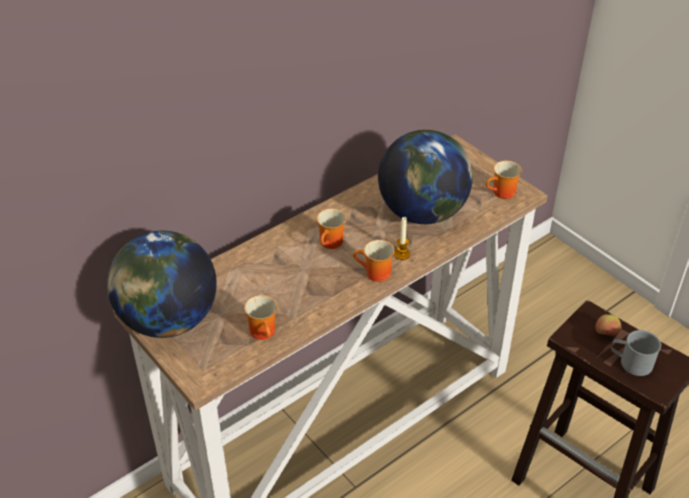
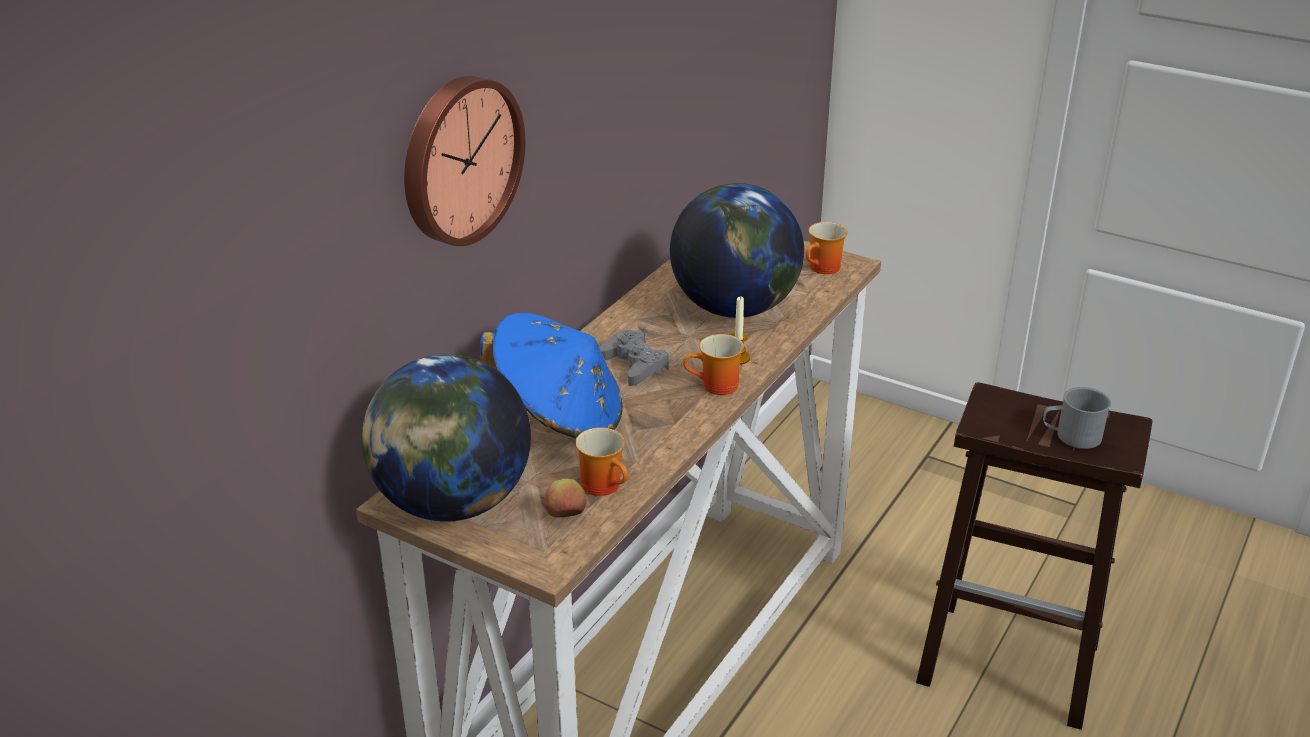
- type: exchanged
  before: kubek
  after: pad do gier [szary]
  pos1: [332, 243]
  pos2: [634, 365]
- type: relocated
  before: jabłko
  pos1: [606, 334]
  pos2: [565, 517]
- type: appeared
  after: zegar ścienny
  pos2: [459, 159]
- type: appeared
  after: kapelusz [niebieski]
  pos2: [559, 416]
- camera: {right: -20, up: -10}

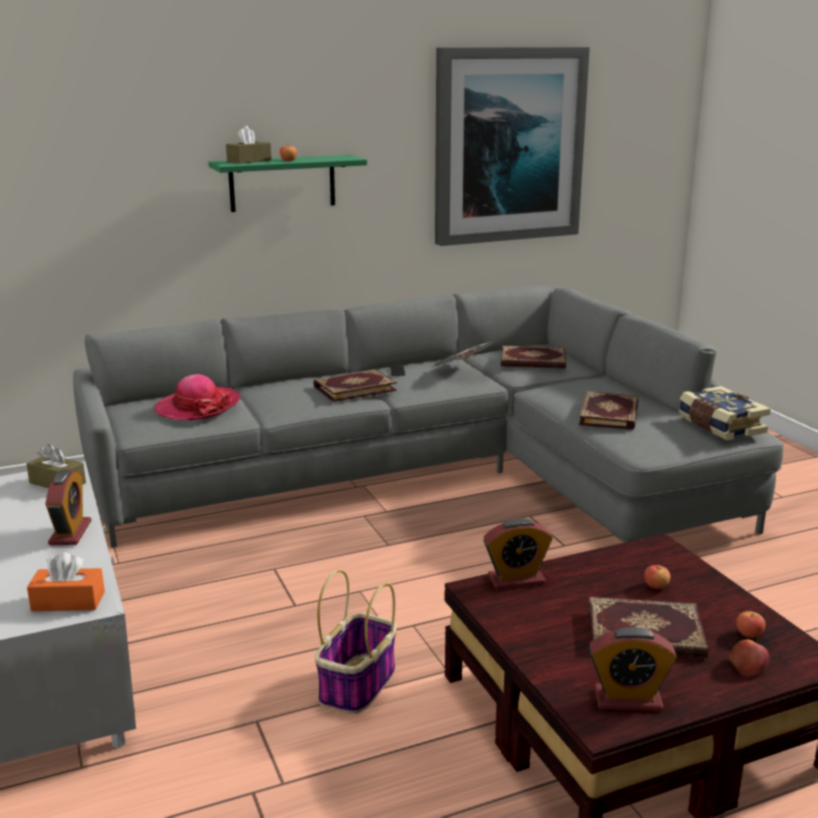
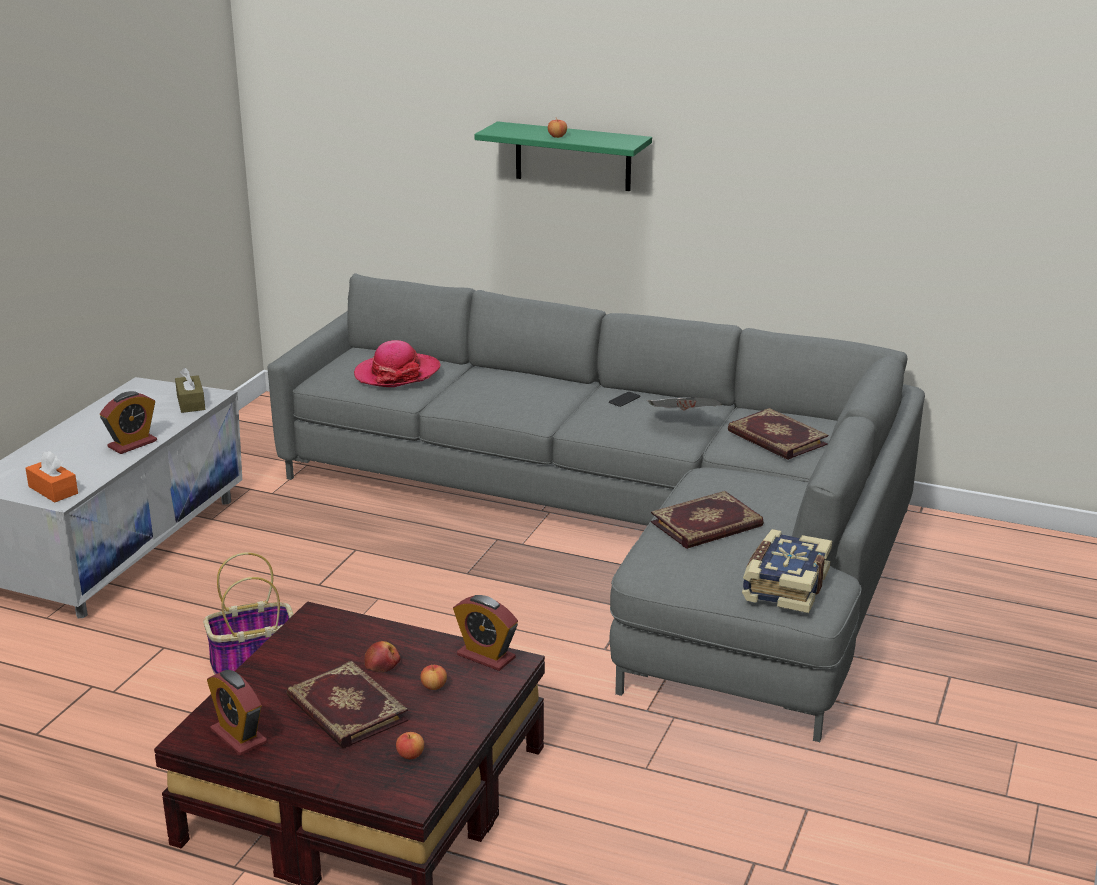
- type: missing
  before: obraz
  pos1: [508, 145]
- type: missing
  before: pudełko chusteczek [brązowy]
  pos1: [249, 161]
- type: missing
  before: książka
  pos1: [354, 388]
- type: relocated
  before: budzik
  pos1: [516, 579]
  pos2: [486, 656]
- type: relocated
  before: jabłko
  pos1: [747, 665]
  pos2: [382, 664]
- camera: {right: 45, up: 5}

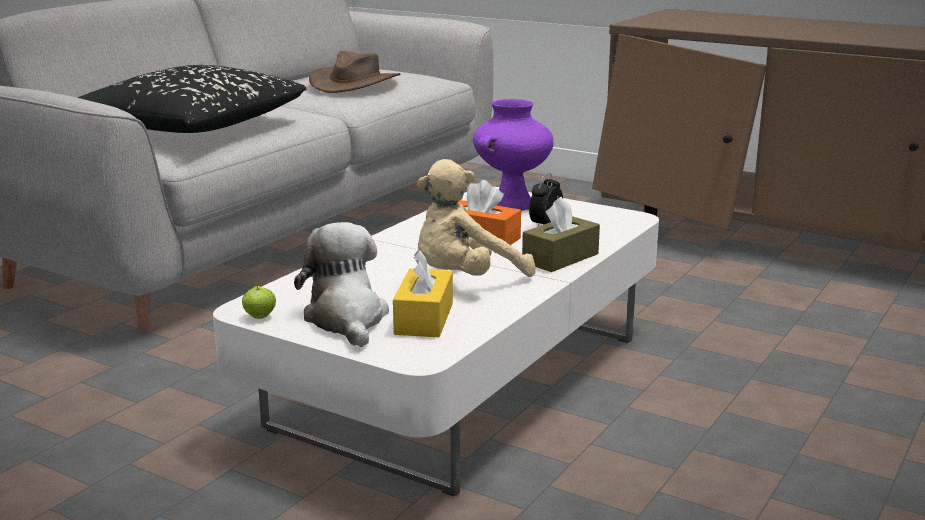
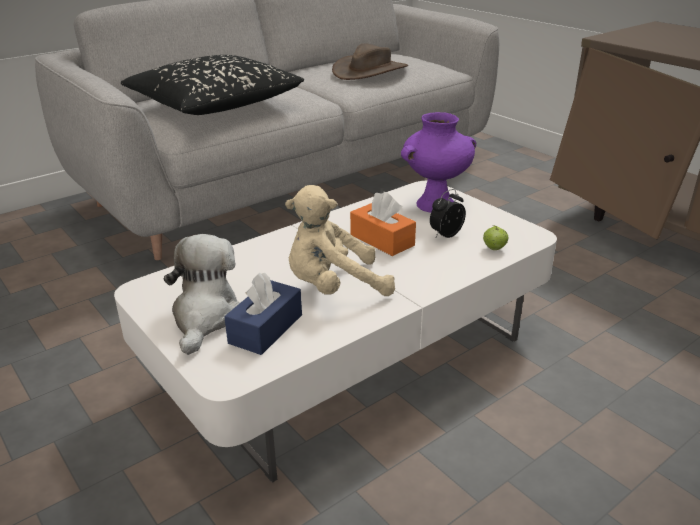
- type: missing
  before: pudełko chusteczek [brązowy]
  pos1: [560, 258]
- type: colour
  before: pudełko chusteczek [żółty]
  after: pudełko chusteczek [niebieski]
  pos1: [424, 319]
  pos2: [266, 329]
- type: relocated
  before: jabłko
  pos1: [260, 317]
  pos2: [494, 248]
- camera: {right: 20, up: 10}

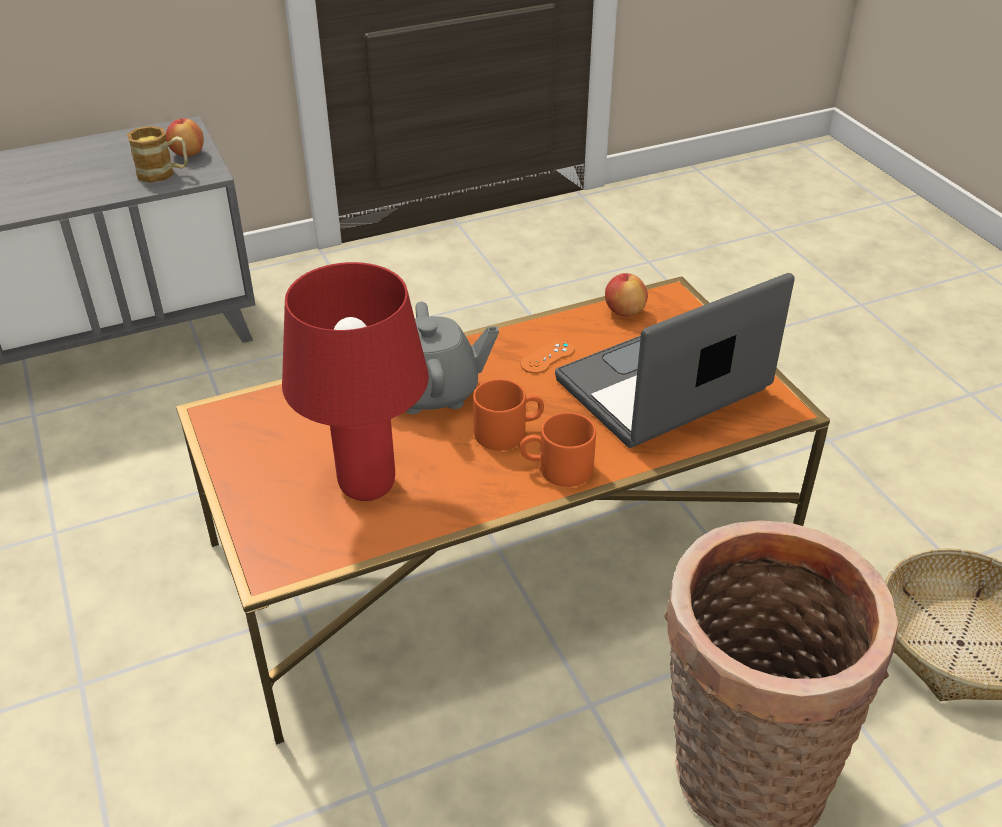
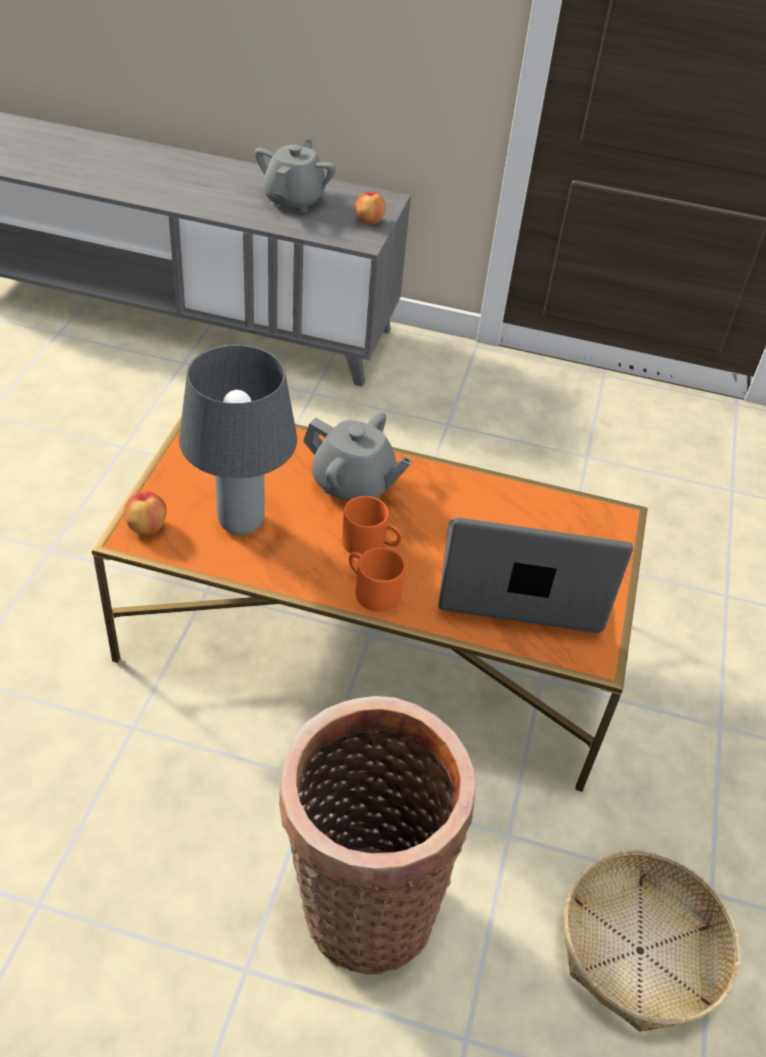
- type: missing
  before: kubek
  pos1: [163, 173]
- type: colour
  before: lampa stołowa [czerwony]
  after: lampa stołowa [szary]
  pos1: [367, 487]
  pos2: [240, 523]
- type: relocated
  before: jabłko
  pos1: [624, 311]
  pos2: [147, 527]
- type: missing
  before: pad do gier [pomarańczowy]
  pos1: [547, 357]
- type: appeared
  after: imbryk [szary]
  pos2: [294, 200]
- camera: {right: 35, up: 5}

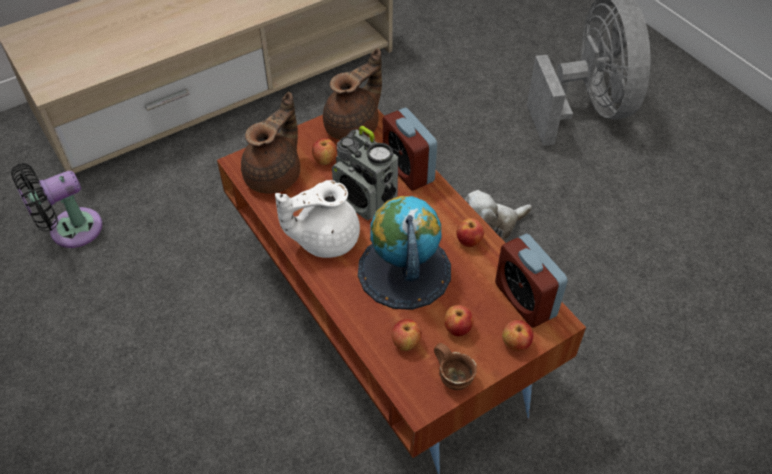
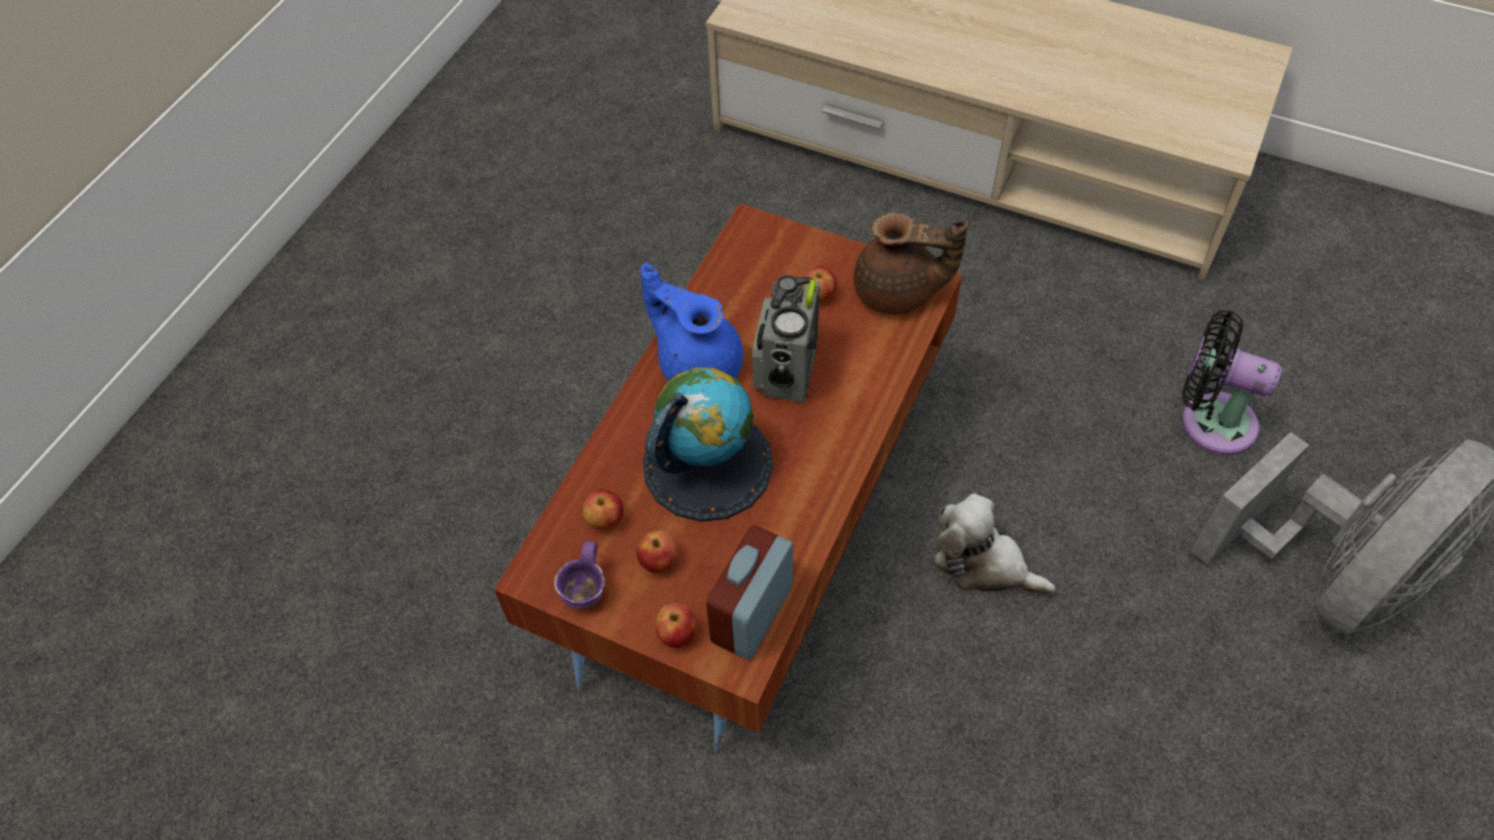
- type: missing
  before: imbryk [brązowy]
  pos1: [275, 175]
- type: missing
  before: budzik
  pos1: [408, 169]
- type: relocated
  before: wentylator [czarny]
  pos1: [70, 230]
  pos2: [1210, 420]
- type: colour
  before: imbryk [biały]
  after: imbryk [niebieski]
  pos1: [324, 239]
  pos2: [698, 364]
- type: missing
  before: jabłko
  pos1: [469, 241]
- type: colour
  before: kubek [brązowy]
  after: kubek [fioletowy]
  pos1: [454, 377]
  pos2: [588, 592]
- camera: {right: 60, up: 5}

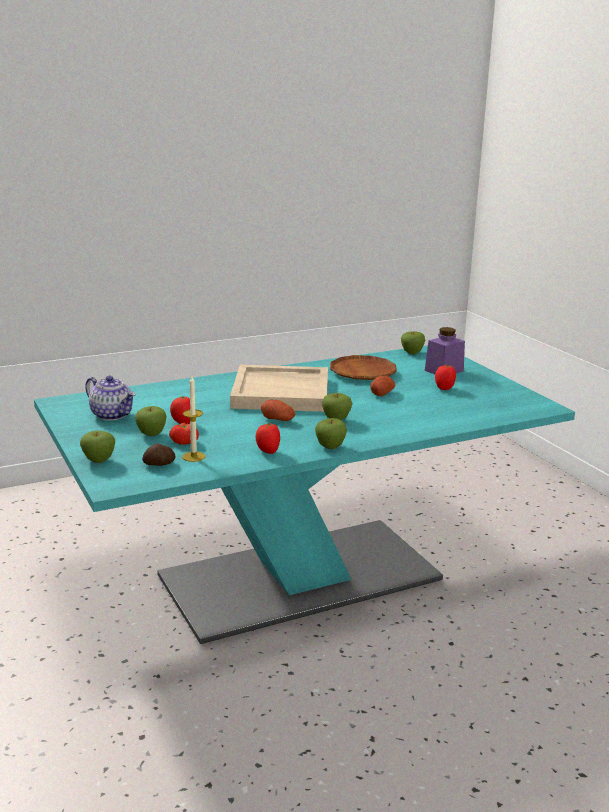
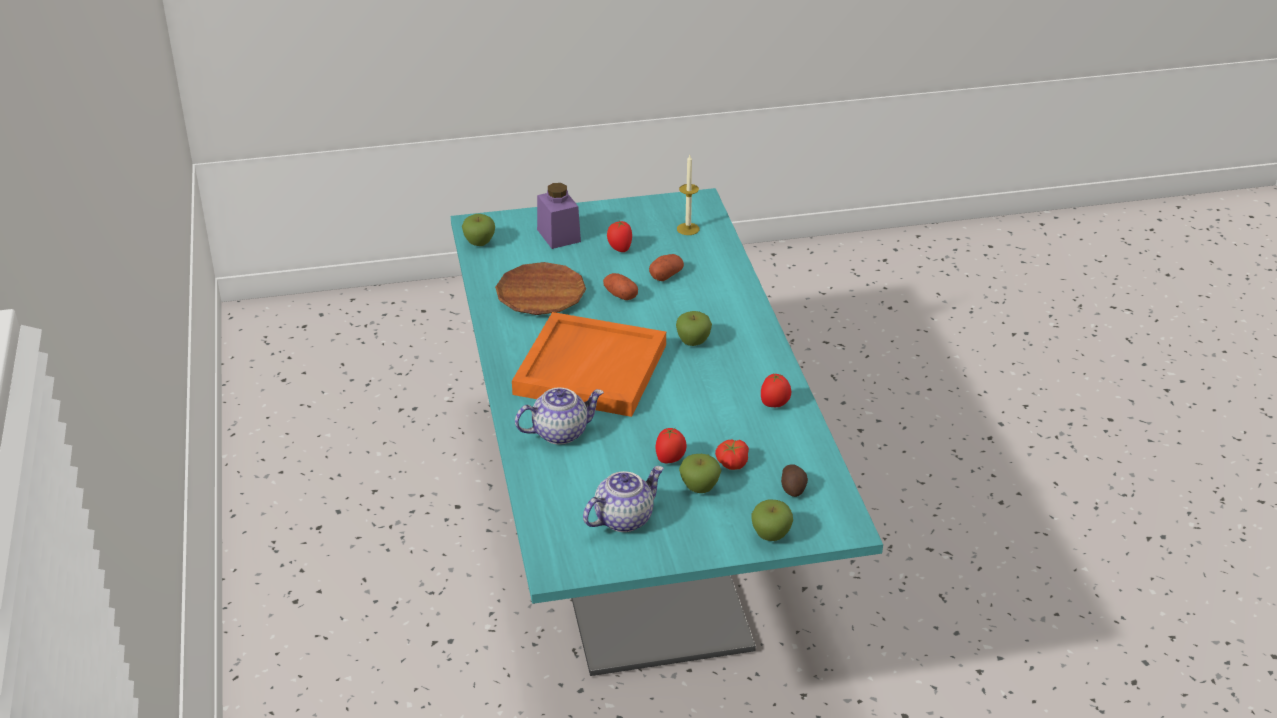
- type: colour
  before: taca [beżowy]
  after: taca [pomarańczowy]
  pos1: [282, 392]
  pos2: [590, 368]
- type: relocated
  before: świeca
  pos1: [193, 456]
  pos2: [688, 229]
- type: relocated
  before: ziemniak
  pos1: [278, 419]
  pos2: [666, 275]
- type: missing
  before: jabłko
  pos1: [330, 447]
- type: appeared
  after: imbryk
  pos2: [560, 432]
- camera: {right: -75, up: 15}

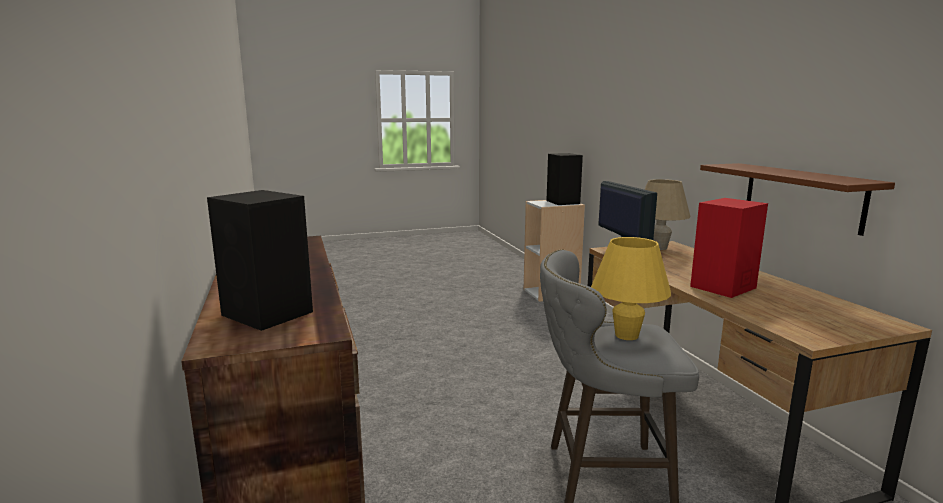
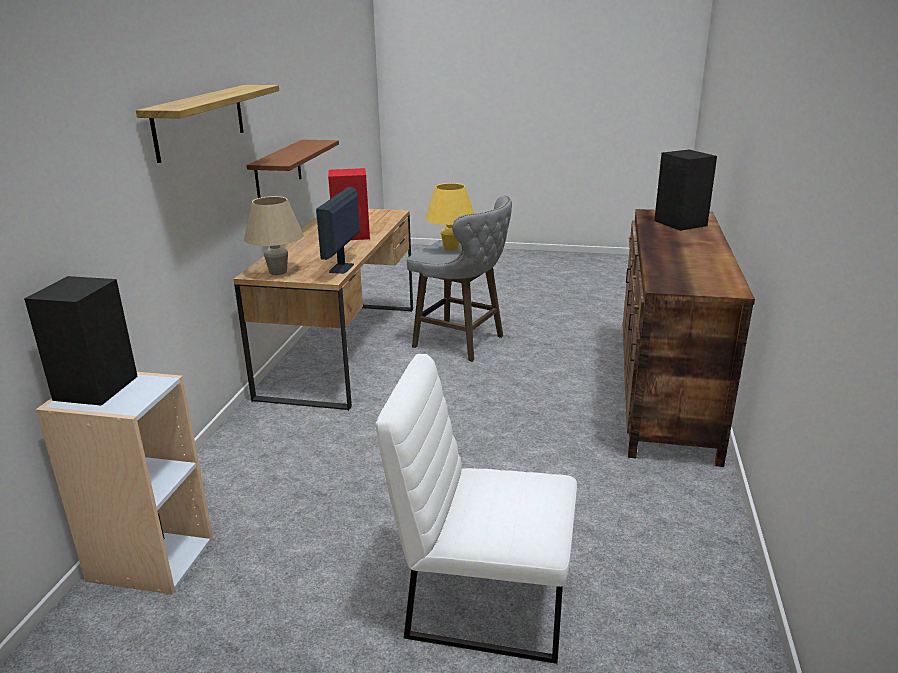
- type: appeared
  after: półka
  pos2: [200, 121]
- type: appeared
  after: krzesło [biały]
  pos2: [483, 601]
- camera: {right: -150, up: 10}

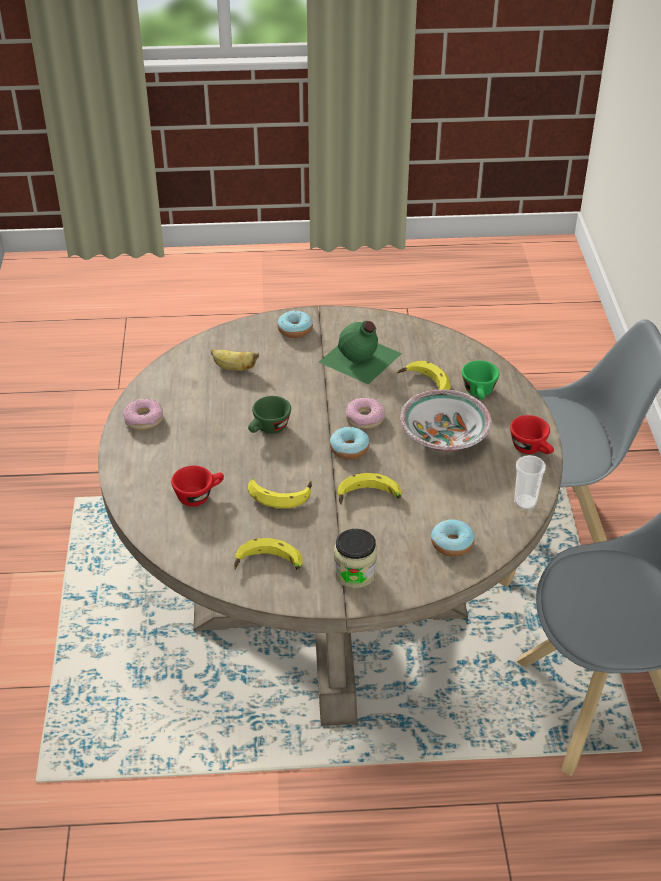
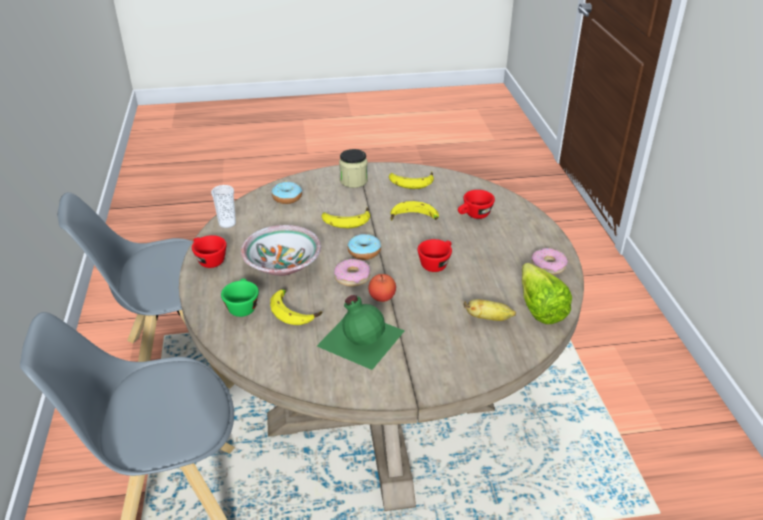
- type: missing
  before: donut
  pos1: [295, 330]
- type: colour
  before: filiżanka [zielony]
  after: filiżanka [czerwony]
  pos1: [268, 429]
  pos2: [436, 263]
- type: appeared
  after: sałata
  pos2: [538, 305]
- type: appeared
  after: jabłko
  pos2: [382, 297]
- camera: {right: 175, up: -5}

